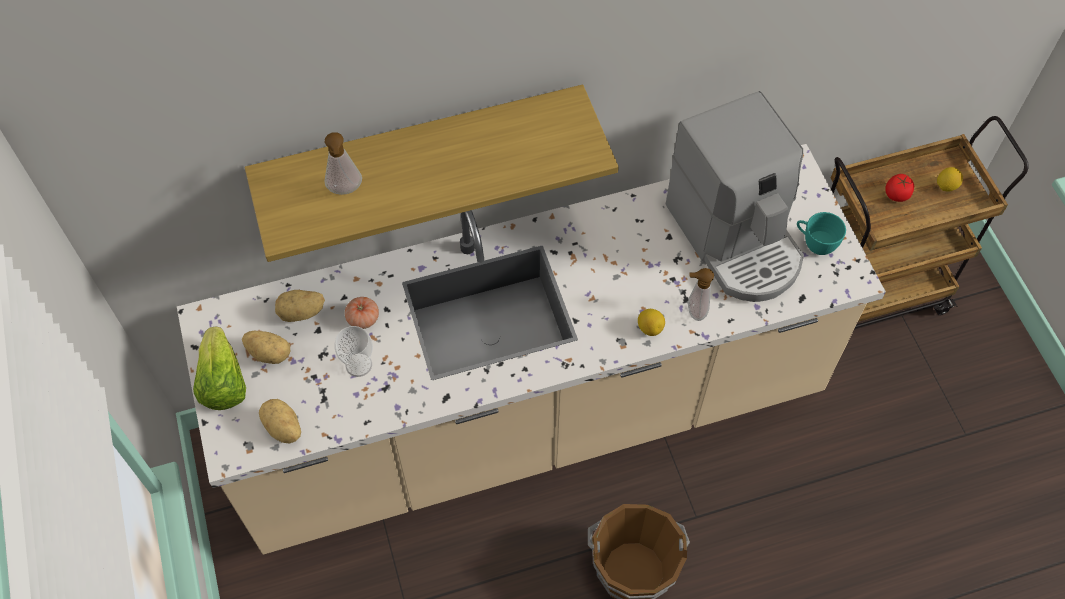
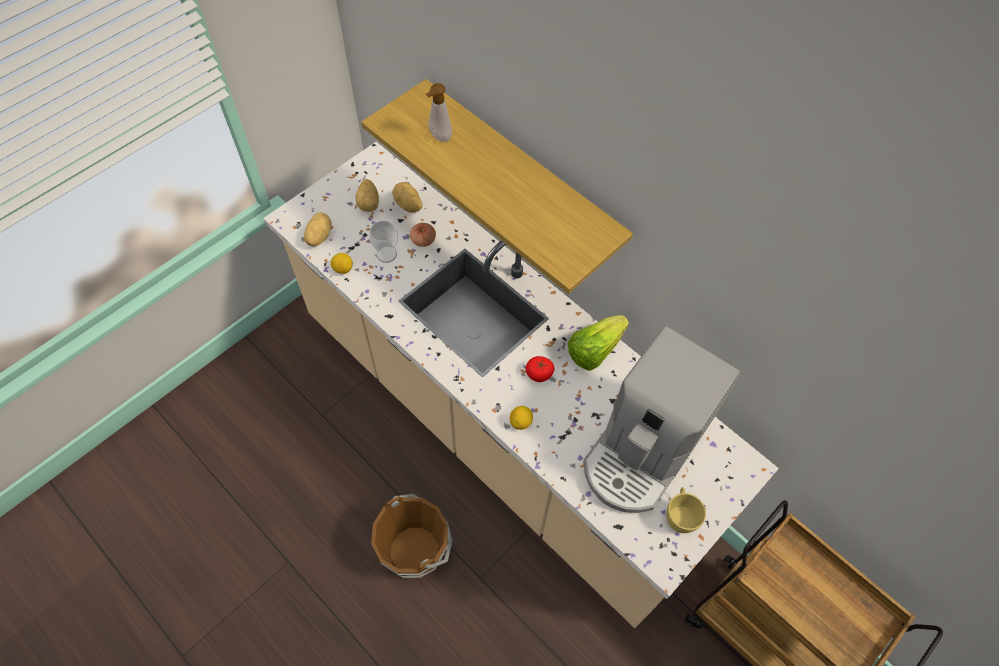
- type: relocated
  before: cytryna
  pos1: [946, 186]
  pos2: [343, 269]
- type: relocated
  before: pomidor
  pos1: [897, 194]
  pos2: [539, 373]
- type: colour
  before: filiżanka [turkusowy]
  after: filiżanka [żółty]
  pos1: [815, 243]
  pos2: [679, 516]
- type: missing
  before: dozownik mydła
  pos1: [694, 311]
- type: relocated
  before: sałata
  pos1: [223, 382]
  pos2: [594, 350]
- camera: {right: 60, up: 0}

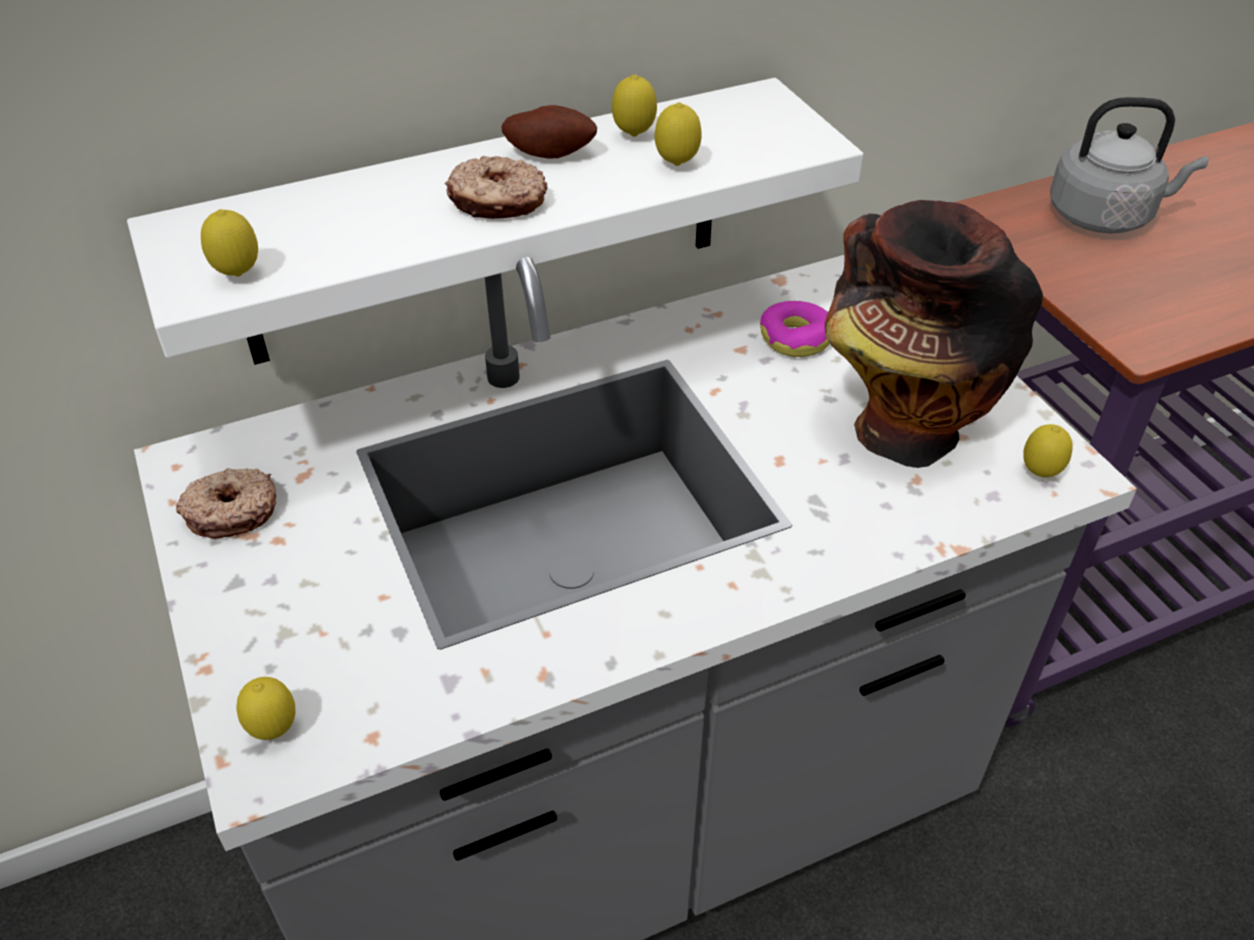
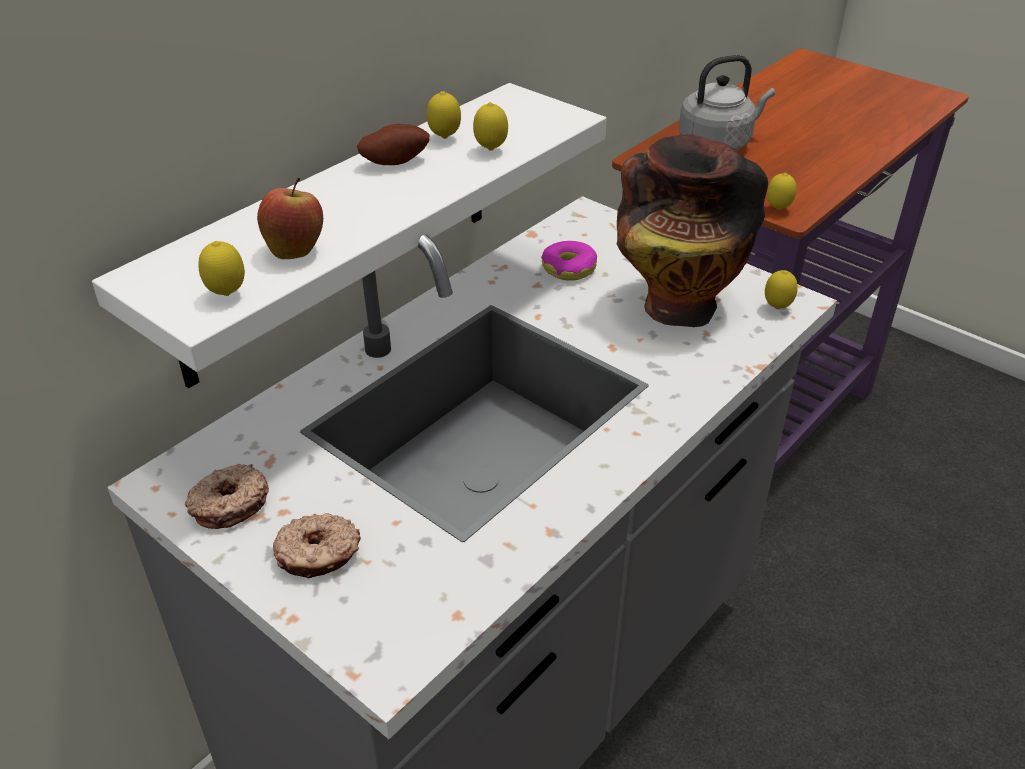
- type: relocated
  before: donut
  pos1: [497, 202]
  pos2: [318, 555]
- type: relocated
  before: cytryna
  pos1: [274, 730]
  pos2: [778, 209]
- type: appeared
  after: jabłko
  pos2: [295, 250]
- camera: {right: -25, up: -5}

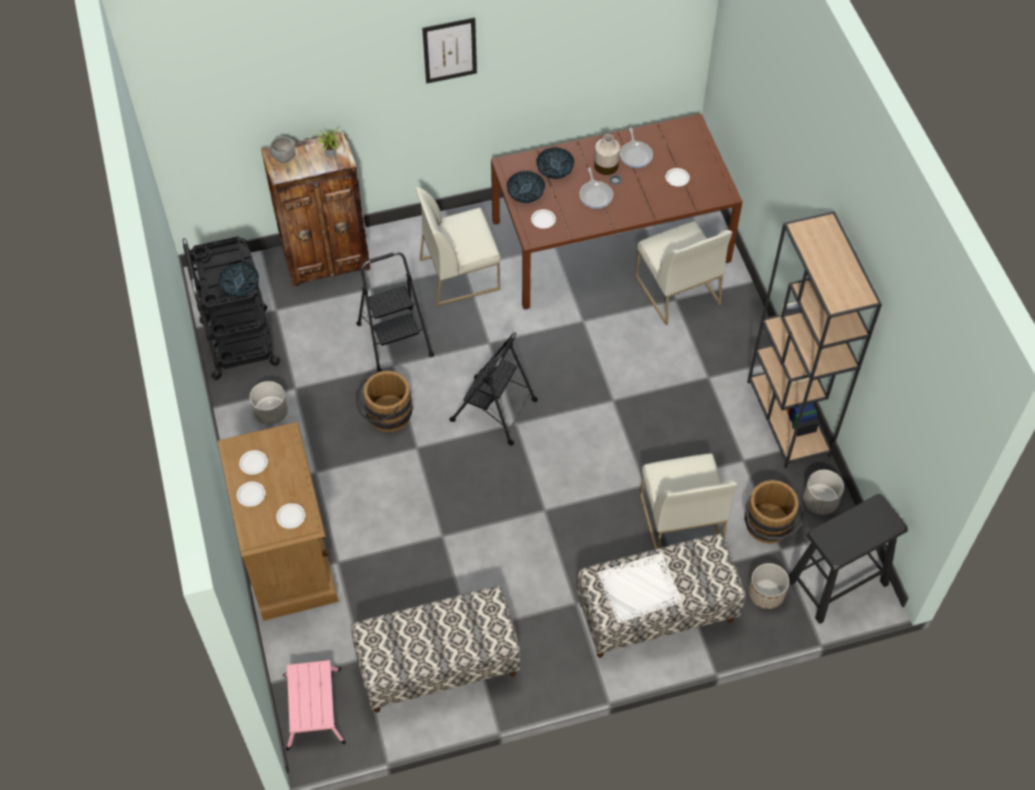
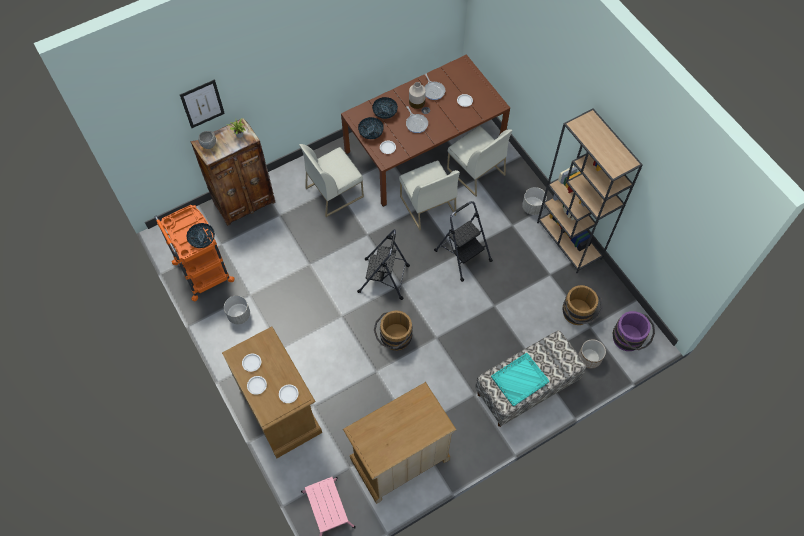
- type: relocated
  before: obraz
  pos1: [450, 50]
  pos2: [202, 104]
- type: colour
  before: wózek [czarny]
  after: wózek [pomarańczowy]
  pos1: [241, 343]
  pos2: [204, 272]
- type: relocated
  before: drabinka [czarny]
  pos1: [394, 337]
  pos2: [462, 253]
- type: relocated
  before: wiadro [brązowy]
  pos1: [385, 415]
  pos2: [393, 339]
- type: relocated
  before: krzesło [biały]
  pos1: [680, 520]
  pos2: [427, 205]
- type: relocated
  before: donica [szary]
  pos1: [820, 501]
  pos2: [532, 207]
- type: exchanged
  before: stołek [czarny]
  after: wiadro [fioletowy]
  pos1: [836, 582]
  pos2: [630, 339]
- type: colour
  before: taca [biały]
  after: taca [turkusowy]
  pos1: [640, 588]
  pos2: [520, 379]
- type: exchanged
  before: ławka
  after: komoda [brązowy]
  pos1: [438, 666]
  pos2: [399, 459]
- camera: {right: -15, up: 5}

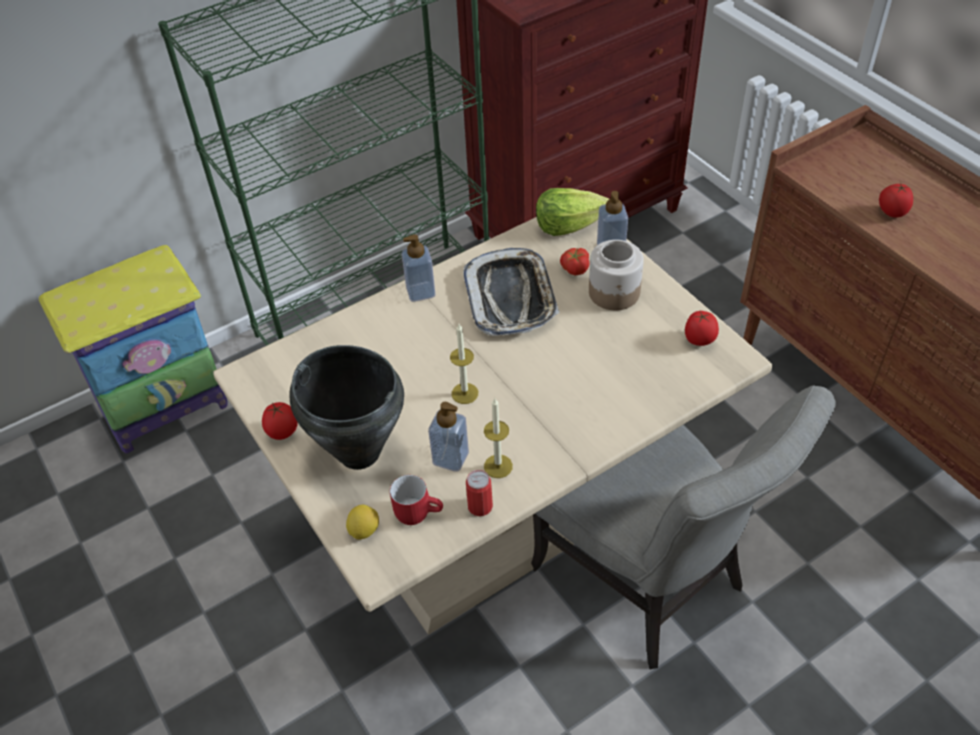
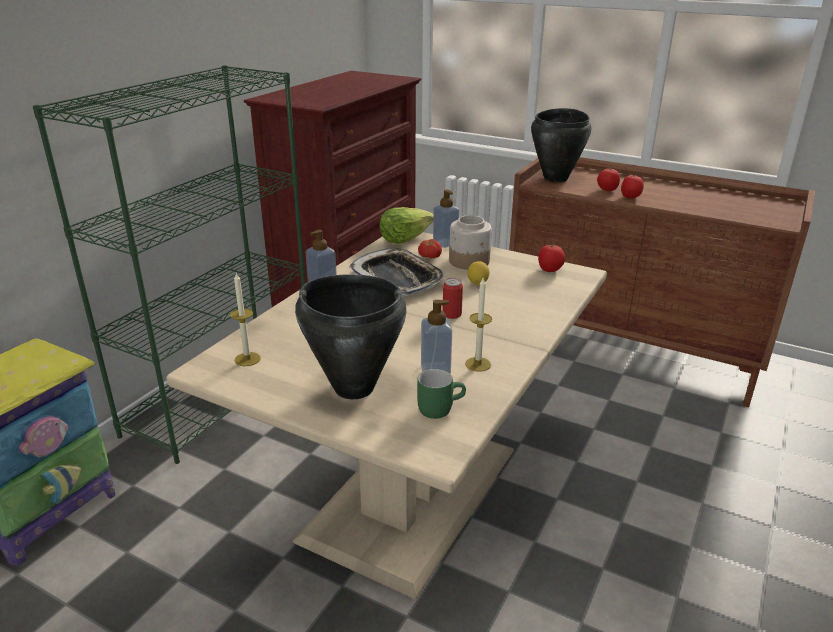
- type: relocated
  before: świeca
  pos1: [465, 393]
  pos2: [247, 359]
- type: missing
  before: krzesło [szary]
  pos1: [649, 582]
- type: relocated
  before: pomidor
  pos1: [282, 432]
  pos2: [630, 197]
- type: relocated
  before: puszka
  pos1: [480, 506]
  pos2: [452, 314]
- type: colour
  before: kubek [czerwony]
  after: kubek [zielony]
  pos1: [418, 511]
  pos2: [439, 407]
- type: relocated
  before: cytryna
  pos1: [364, 530]
  pos2: [477, 283]
- type: appeared
  after: garnek [czarny]
  pos2: [556, 178]
- camera: {right: -30, up: -20}

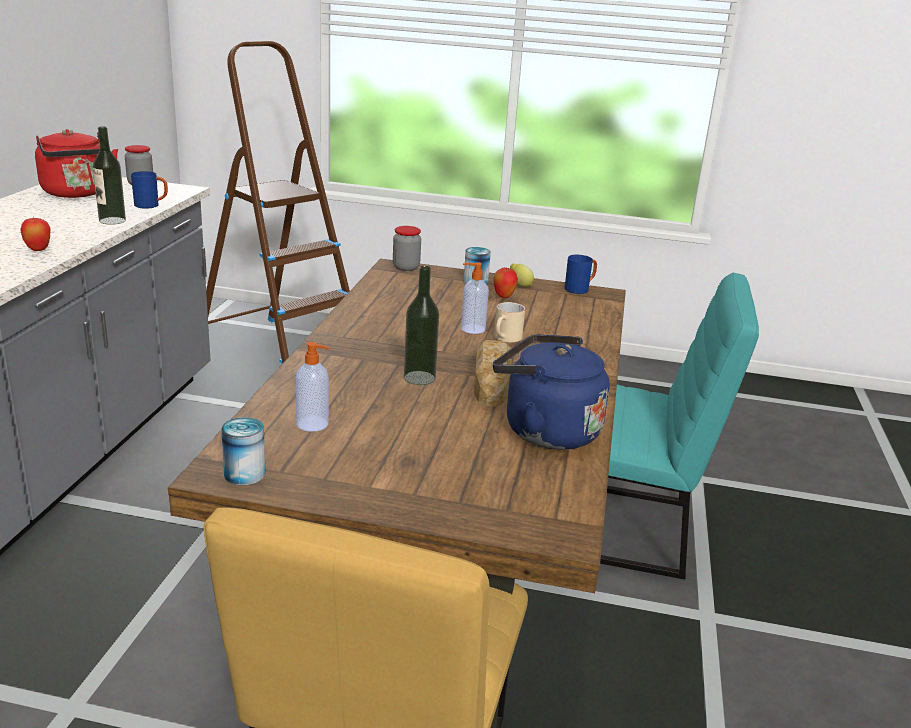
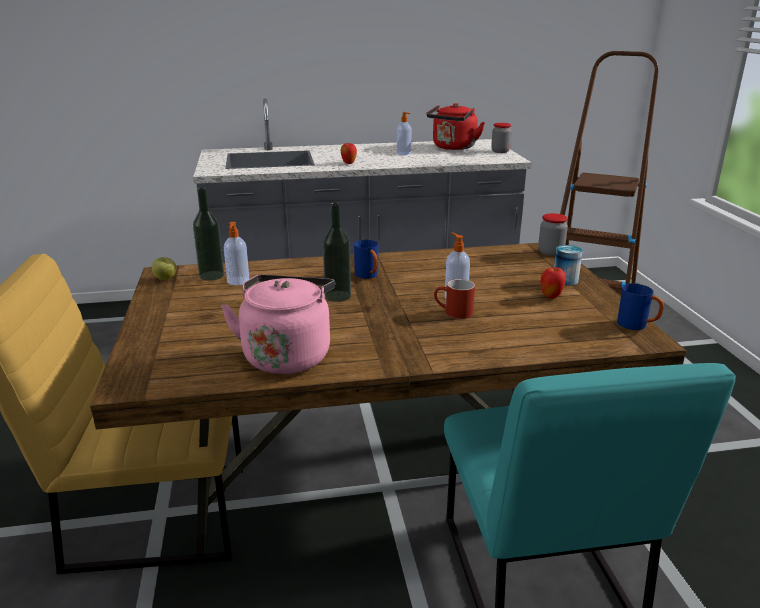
- type: relocated
  before: butelka
  pos1: [112, 221]
  pos2: [211, 275]
- type: relocated
  before: kubek [niebieski]
  pos1: [151, 206]
  pos2: [368, 276]
- type: missing
  before: cytryna
  pos1: [520, 285]
- type: colour
  before: kubek [beżowy]
  after: kubek [czerwony]
  pos1: [506, 339]
  pos2: [453, 312]
- type: colour
  before: czajnik [niebieski]
  after: czajnik [różowy]
  pos1: [545, 431]
  pos2: [287, 355]
- type: missing
  before: chleb
  pos1: [492, 379]
- type: exchanged
  before: puszka
  after: jabłko
  pos1: [244, 474]
  pos2: [165, 279]
- type: appeared
  after: dozownik mydła
  pos2: [404, 153]
- camera: {right: 70, up: 0}

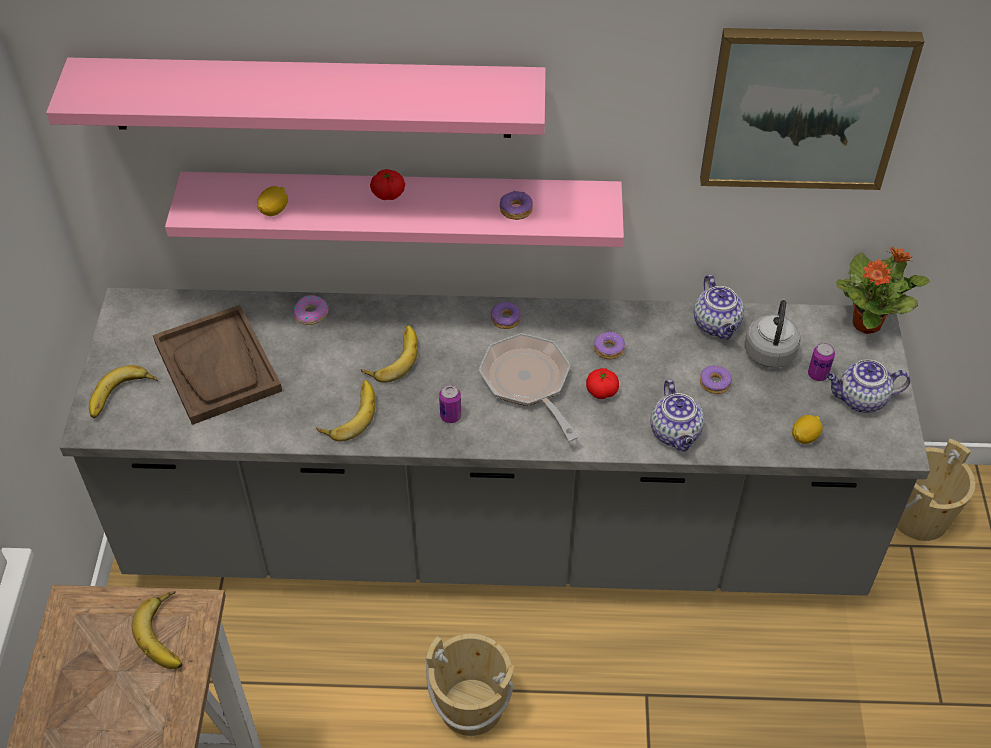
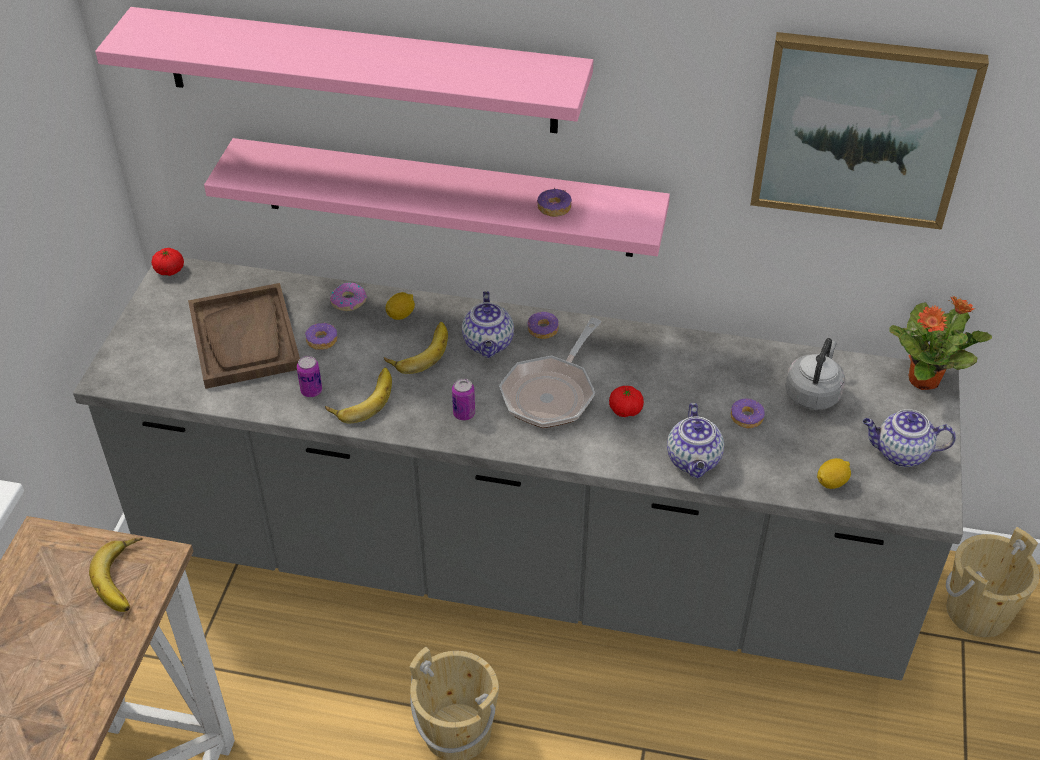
- type: relocated
  before: pomidor
  pos1: [388, 194]
  pos2: [169, 270]
- type: relocated
  before: cytryna
  pos1: [274, 210]
  pos2: [401, 315]
- type: relocated
  before: imbryk
  pos1: [717, 325]
  pos2: [489, 344]
- type: relocated
  before: donut
  pos1: [608, 349]
  pos2: [321, 340]
- type: spun
  before: patelnia
  pos1: [528, 383]
  pos2: [551, 393]
  turn: -135
- type: relocated
  before: puszka
  pos1: [817, 374]
  pos2: [311, 391]
- type: missing
  before: banan
  pos1: [122, 397]
- camera: {right: 10, up: -5}

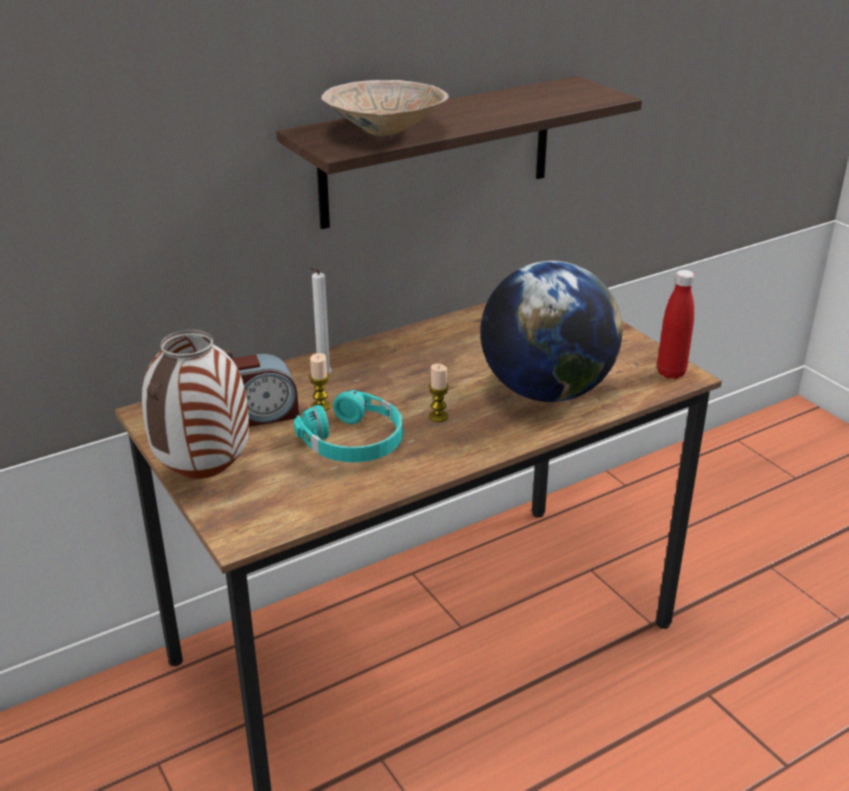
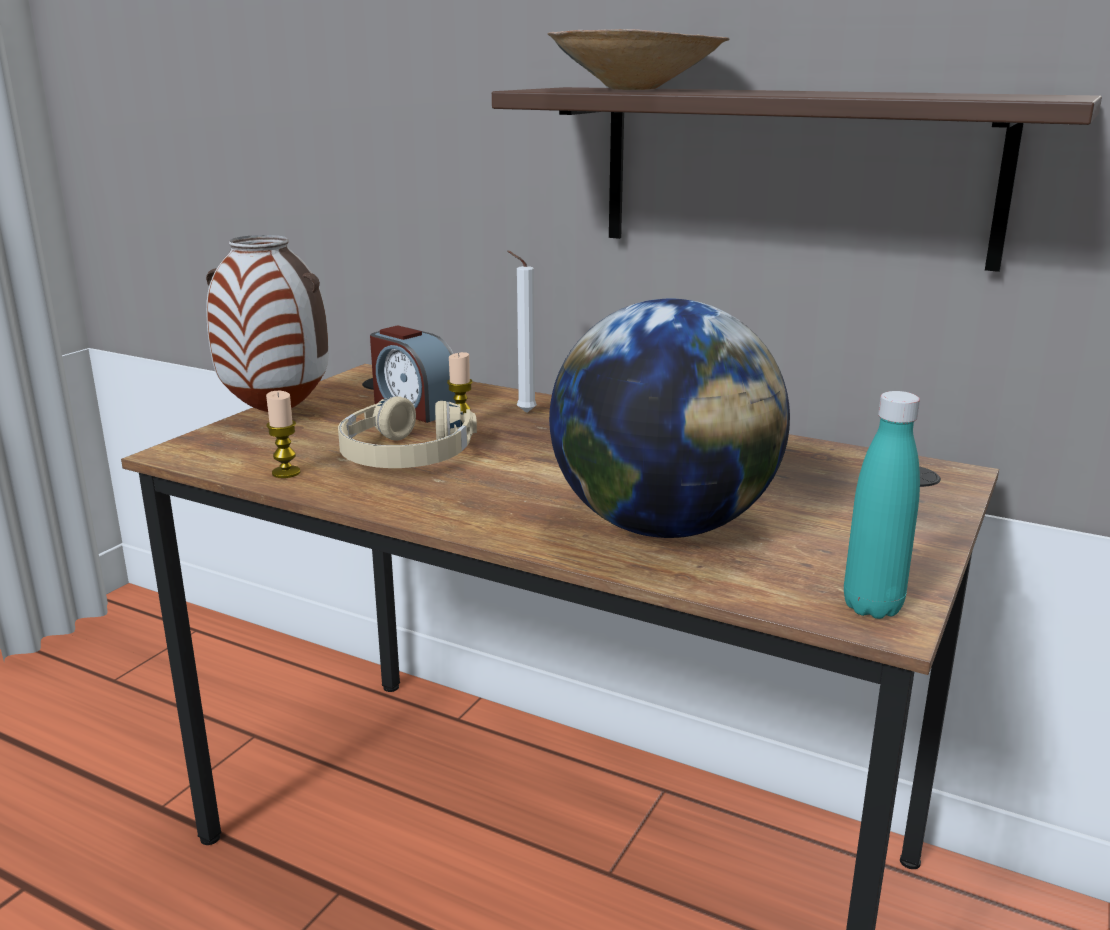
- type: colour
  before: butelka [czerwony]
  after: butelka [turkusowy]
  pos1: [671, 373]
  pos2: [872, 606]
- type: relocated
  before: świeca
  pos1: [438, 416]
  pos2: [286, 473]
- type: colour
  before: słuchawki [turkusowy]
  after: słuchawki [beżowy]
  pos1: [354, 441]
  pos2: [404, 455]
- camera: {right: 60, up: -10}

